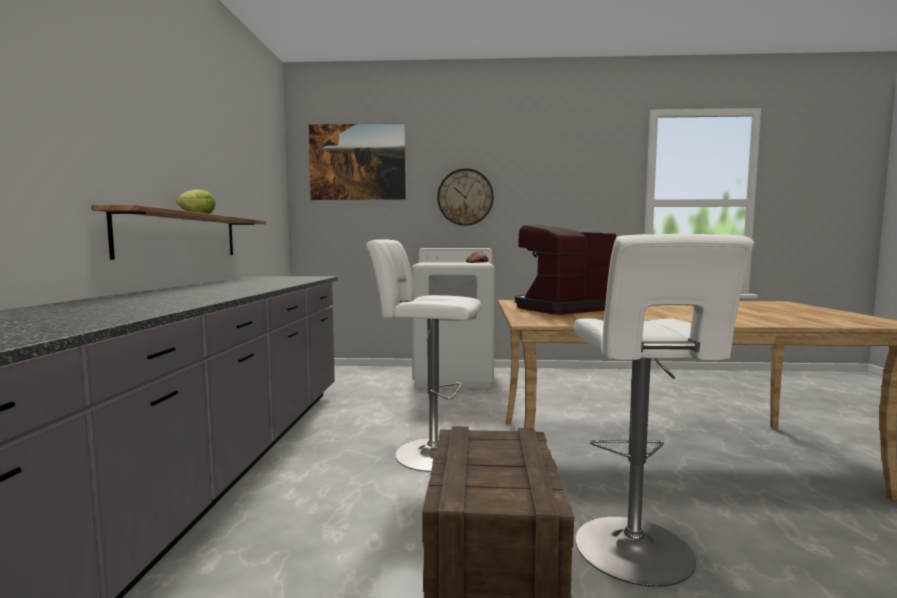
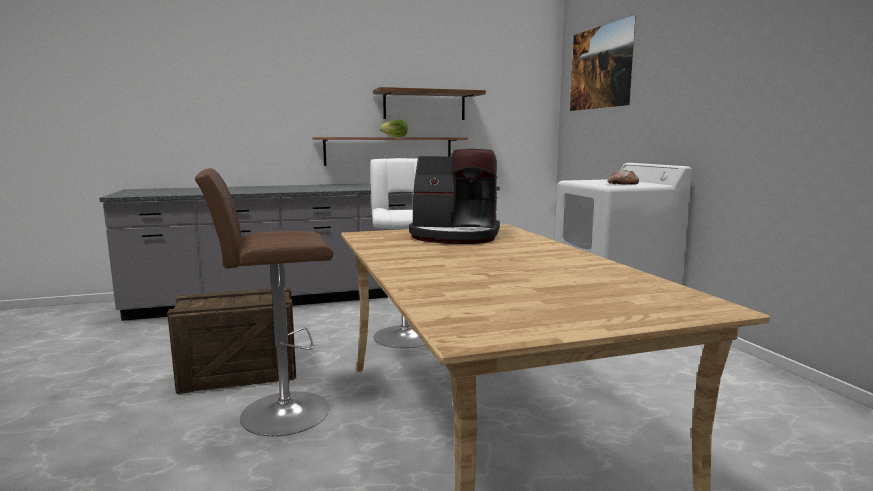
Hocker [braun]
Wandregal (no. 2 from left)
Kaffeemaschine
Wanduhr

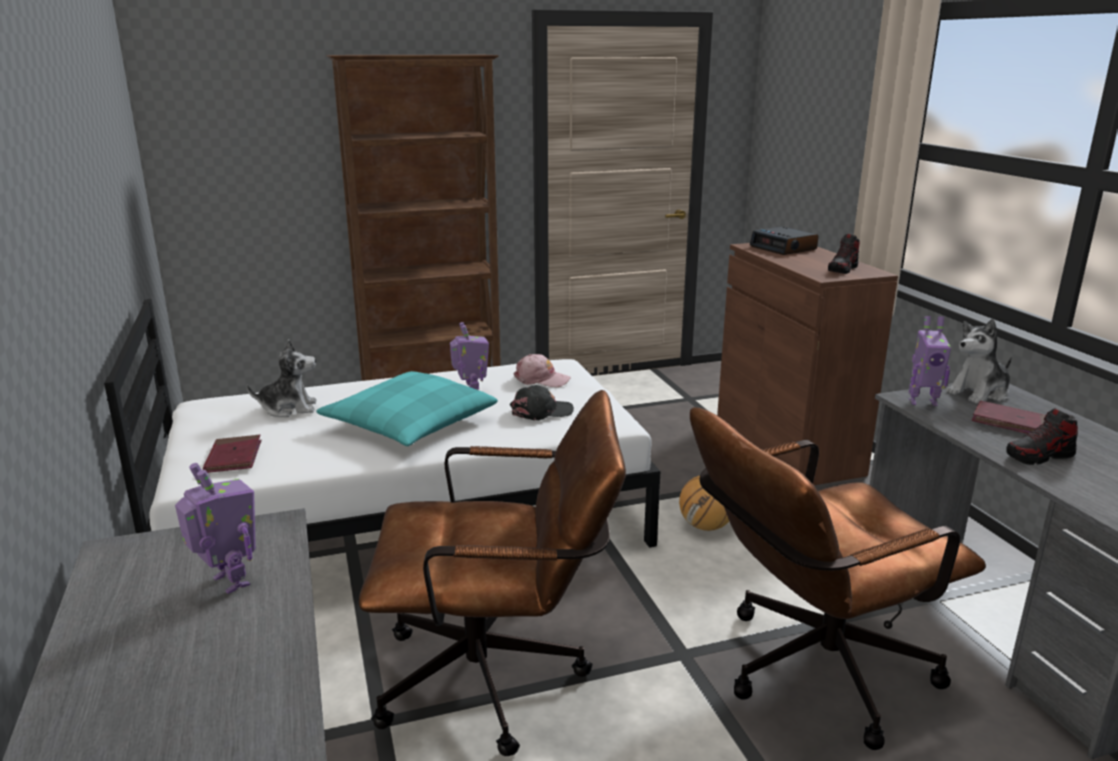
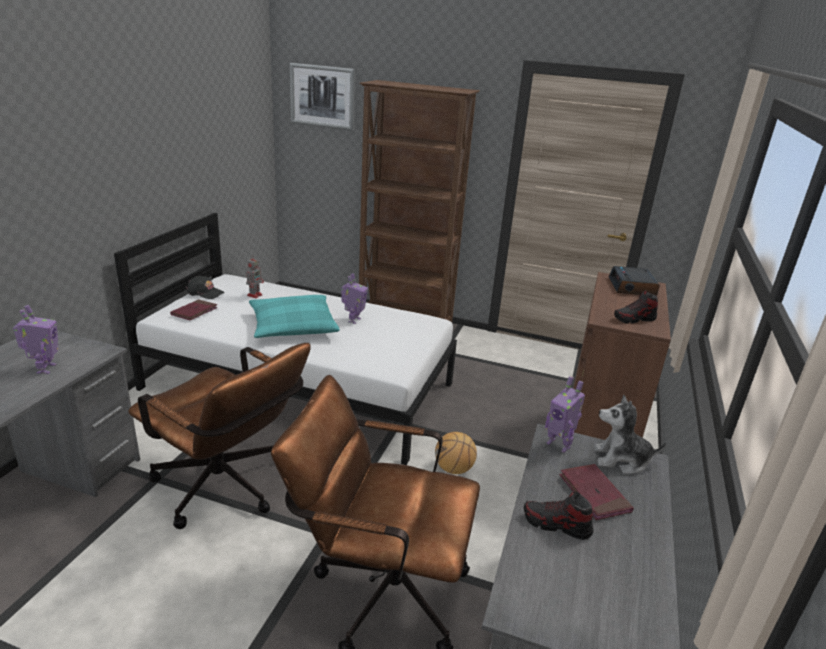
Kappe [schwarz]
Spielzeugroboter (no. 2 from left)
Bild
Kappe [rosa]

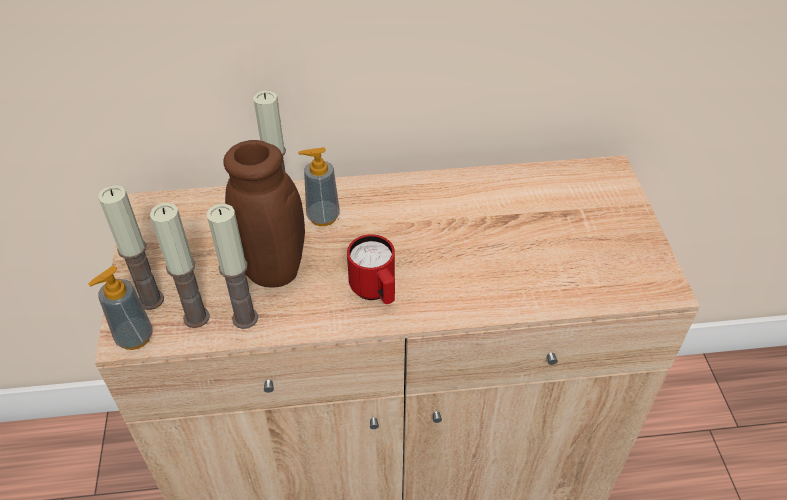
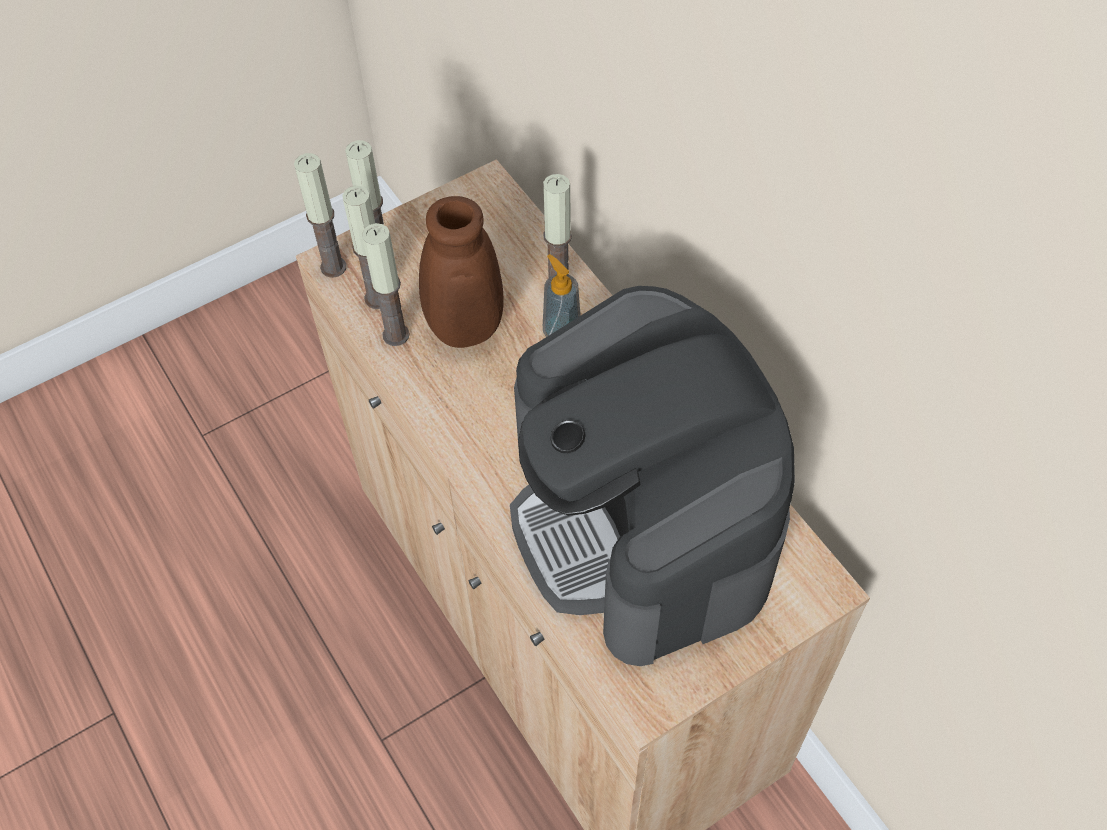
Kerze (no. 1 from left)
Kaffeemaschine
Henkelbecher [rot]

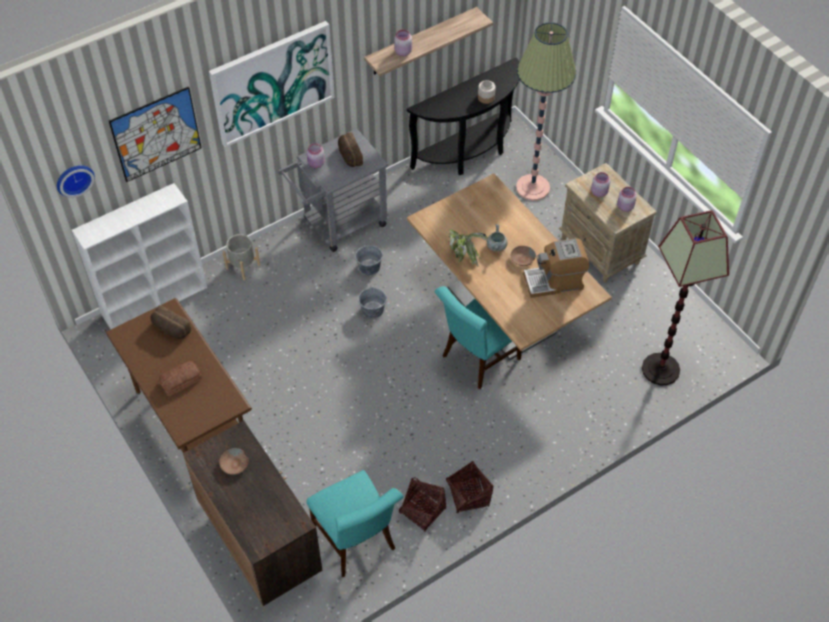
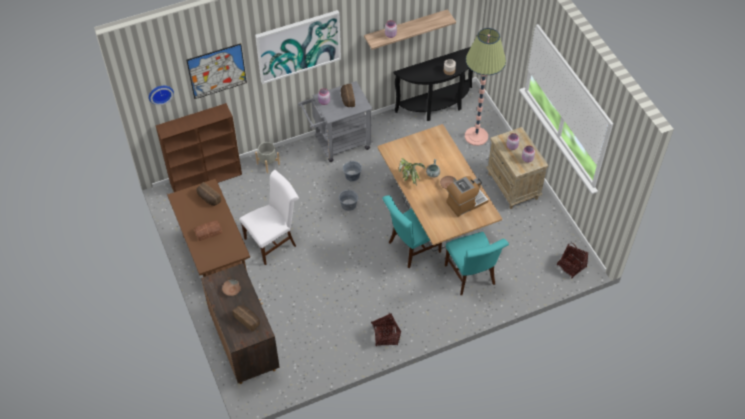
Bücherregal [braun]
Brot (no. 3 from left)
Stuhl [weiß]
Stuhl [türkis] (no. 2 from left)
Kaffeemaschine
Korb (no. 2 from left)
Stehlampe (no. 2 from left in the first image)

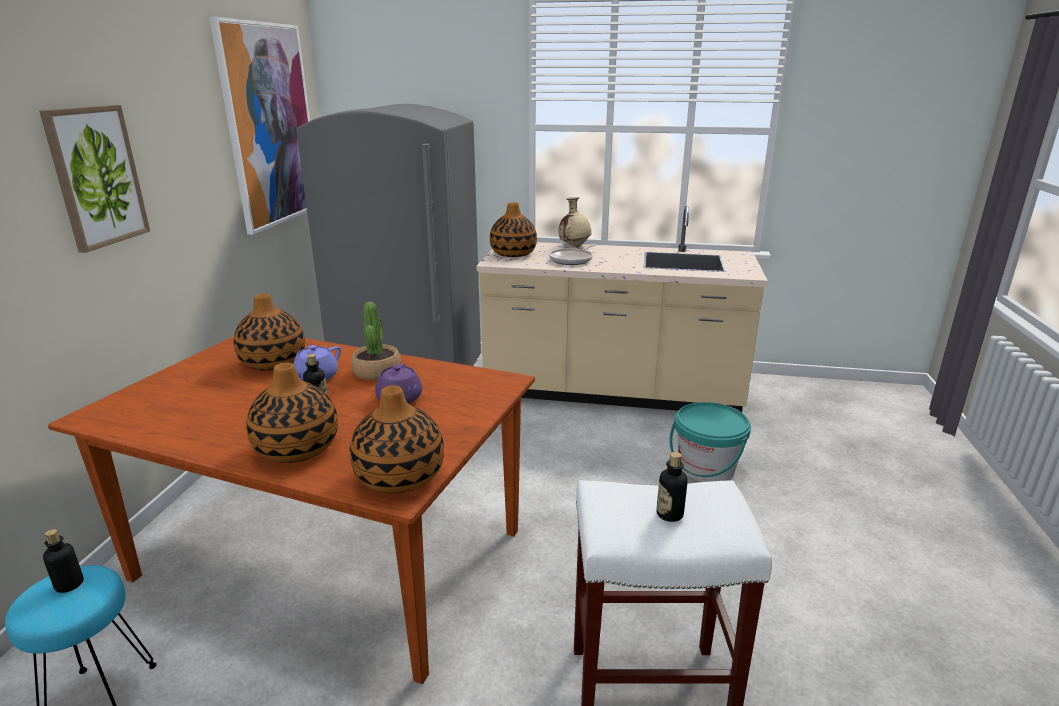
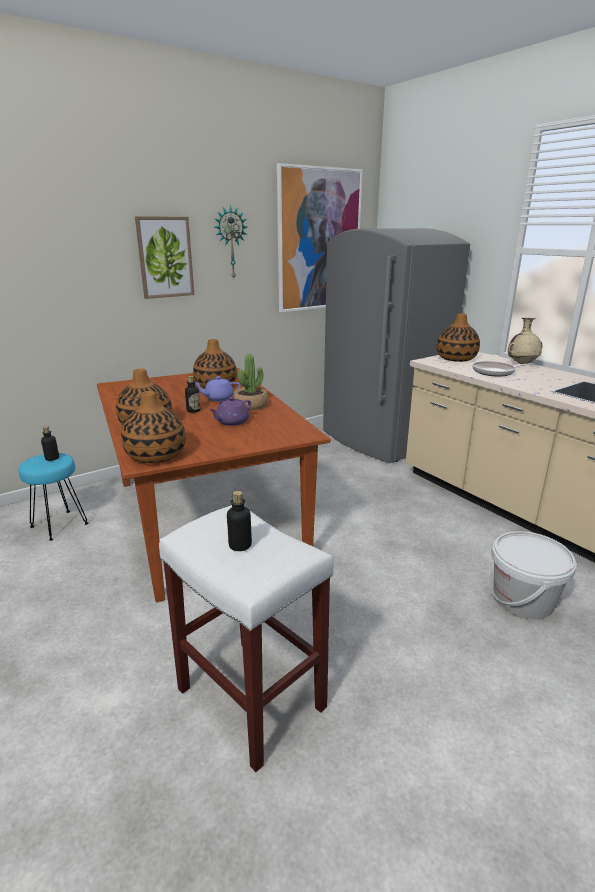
Wanduhr
Eimer [weiß]

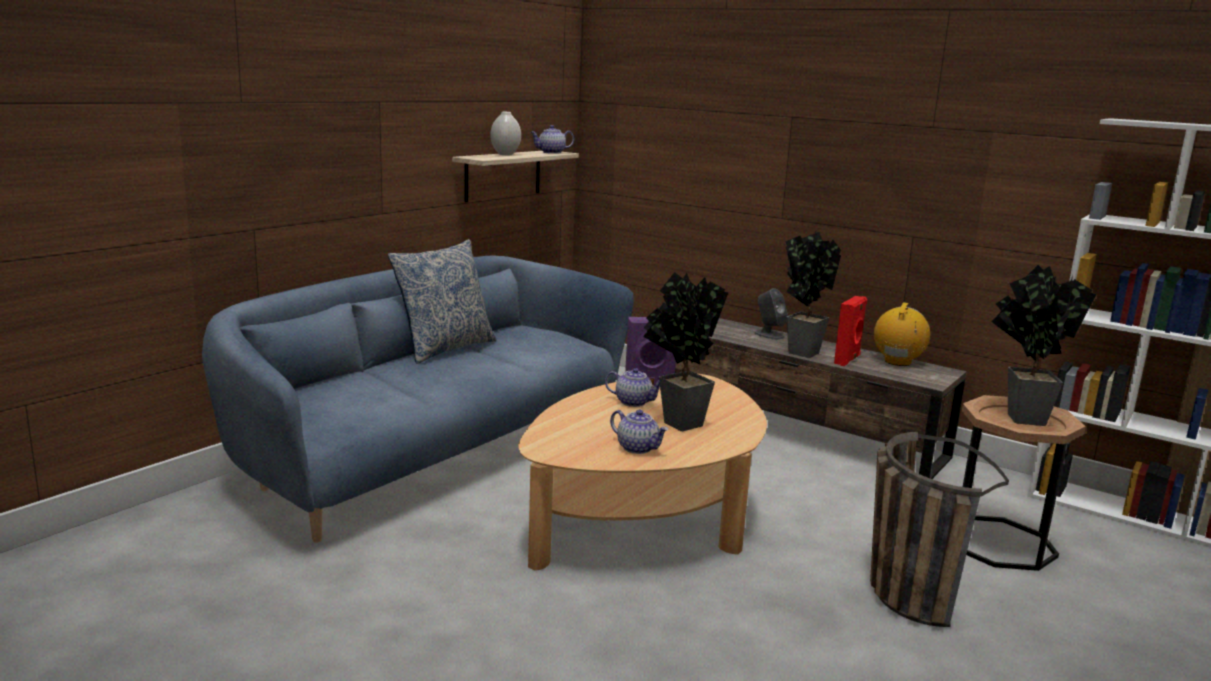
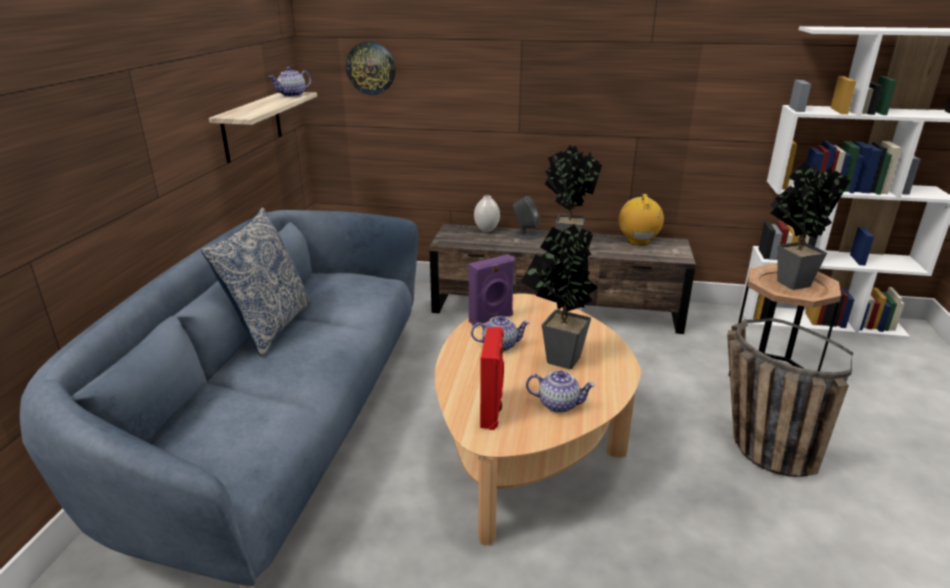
Wanduhr
Vase [weiß]
Lautsprecher [rot]

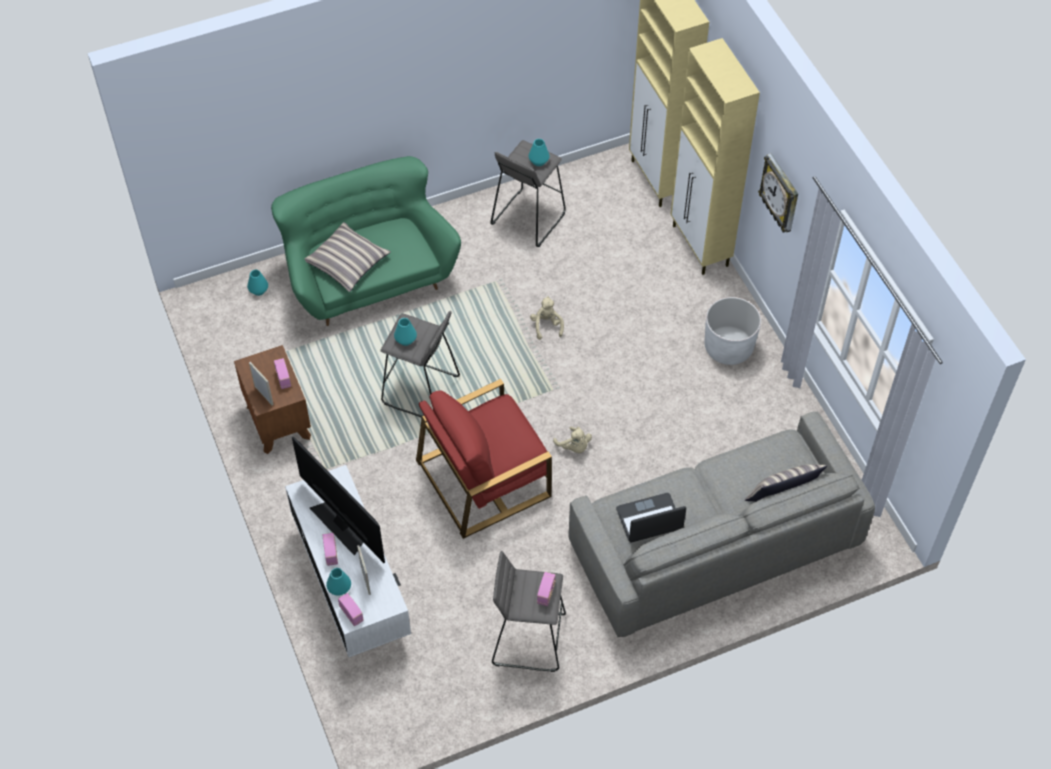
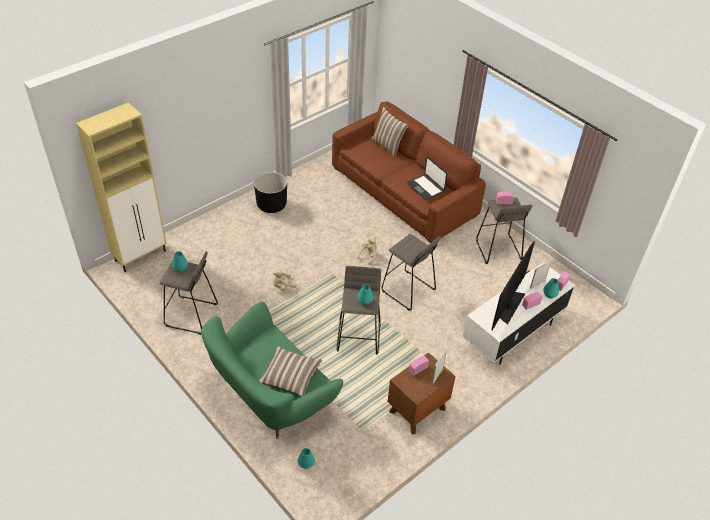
Pflanzkübel [schwarz]
Sofa [braun]
Hocker [grau] (no. 3 from left)
Schrank [beige] (no. 2 from left in the first image)
Wanduhr

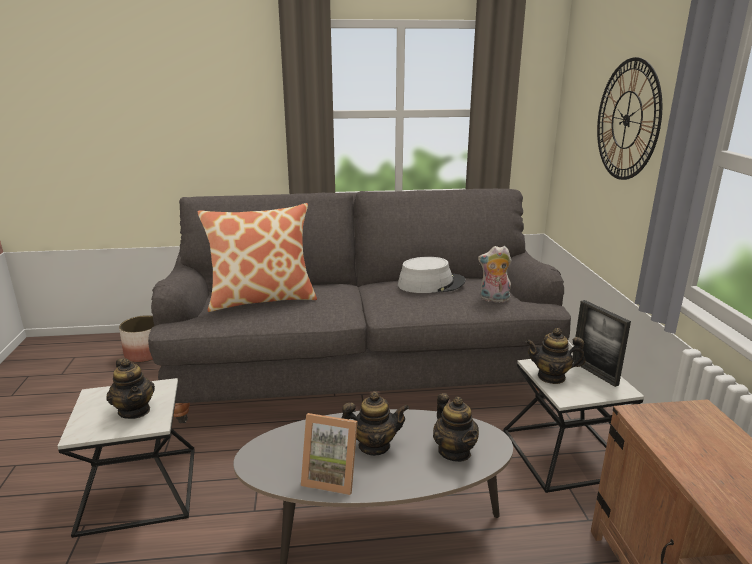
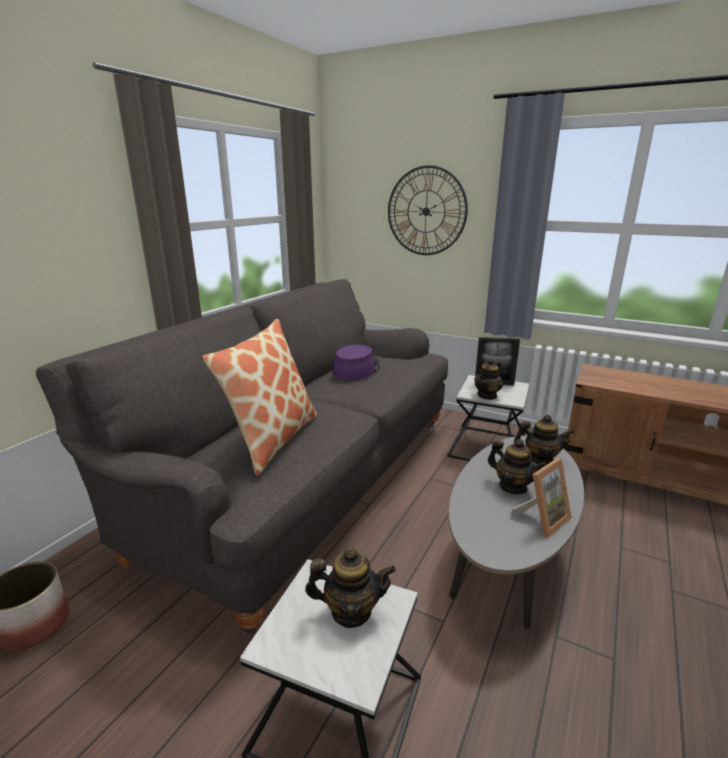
Hut [lila]
Teekanne (no. 3 from left)
Plüschtier

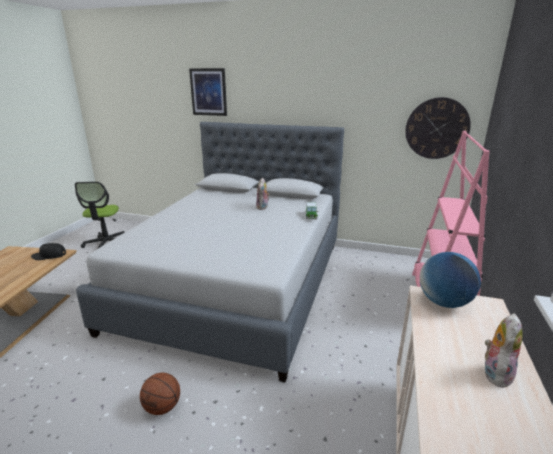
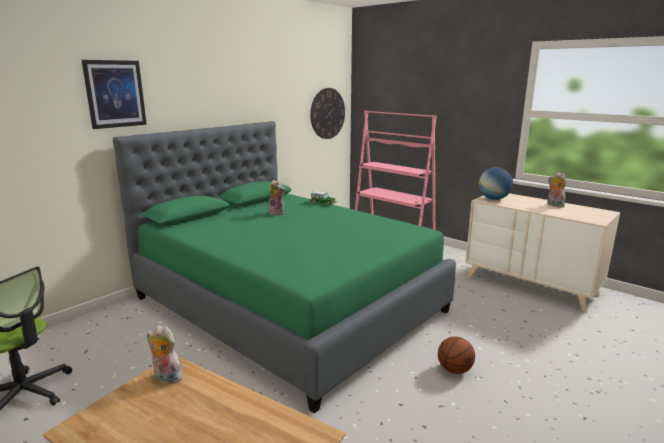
Bett [grün]
Plüschtier (no. 1 from left)

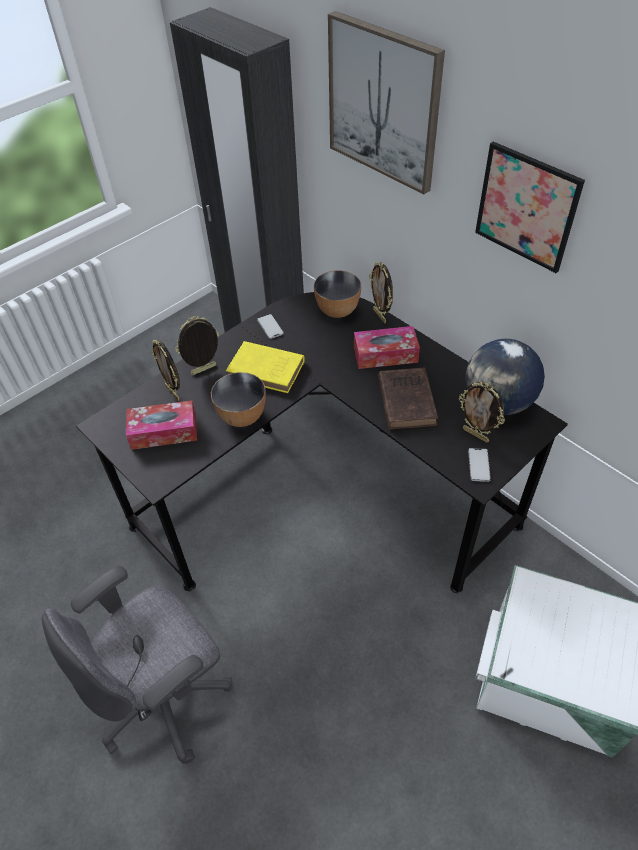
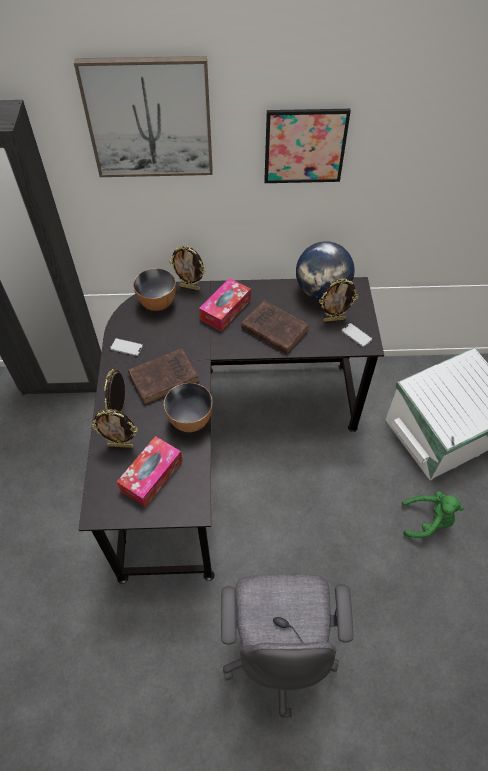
Buch [braun] (no. 1 from left)
Plüschtier [grün]

